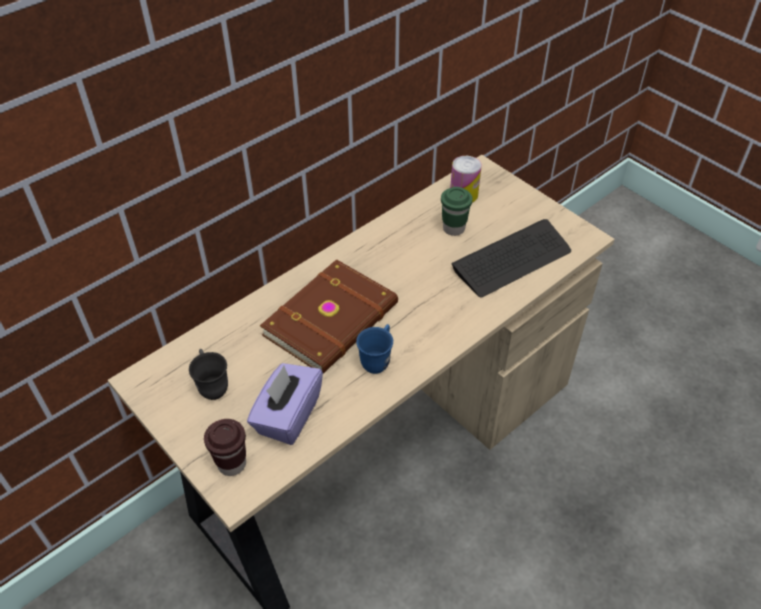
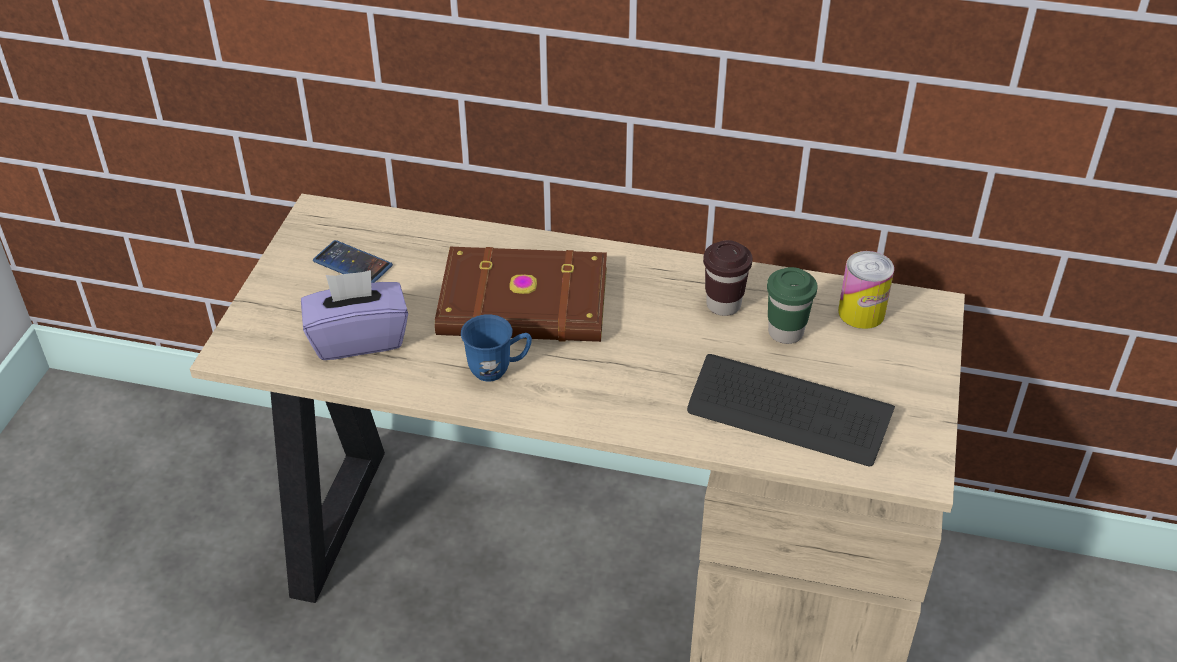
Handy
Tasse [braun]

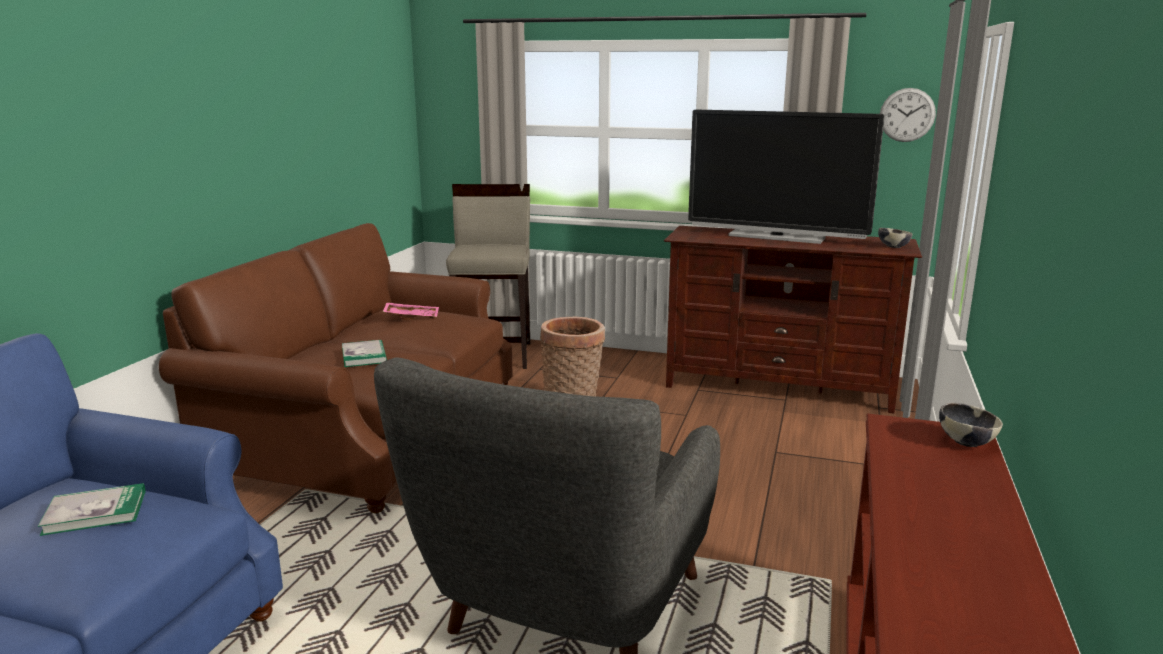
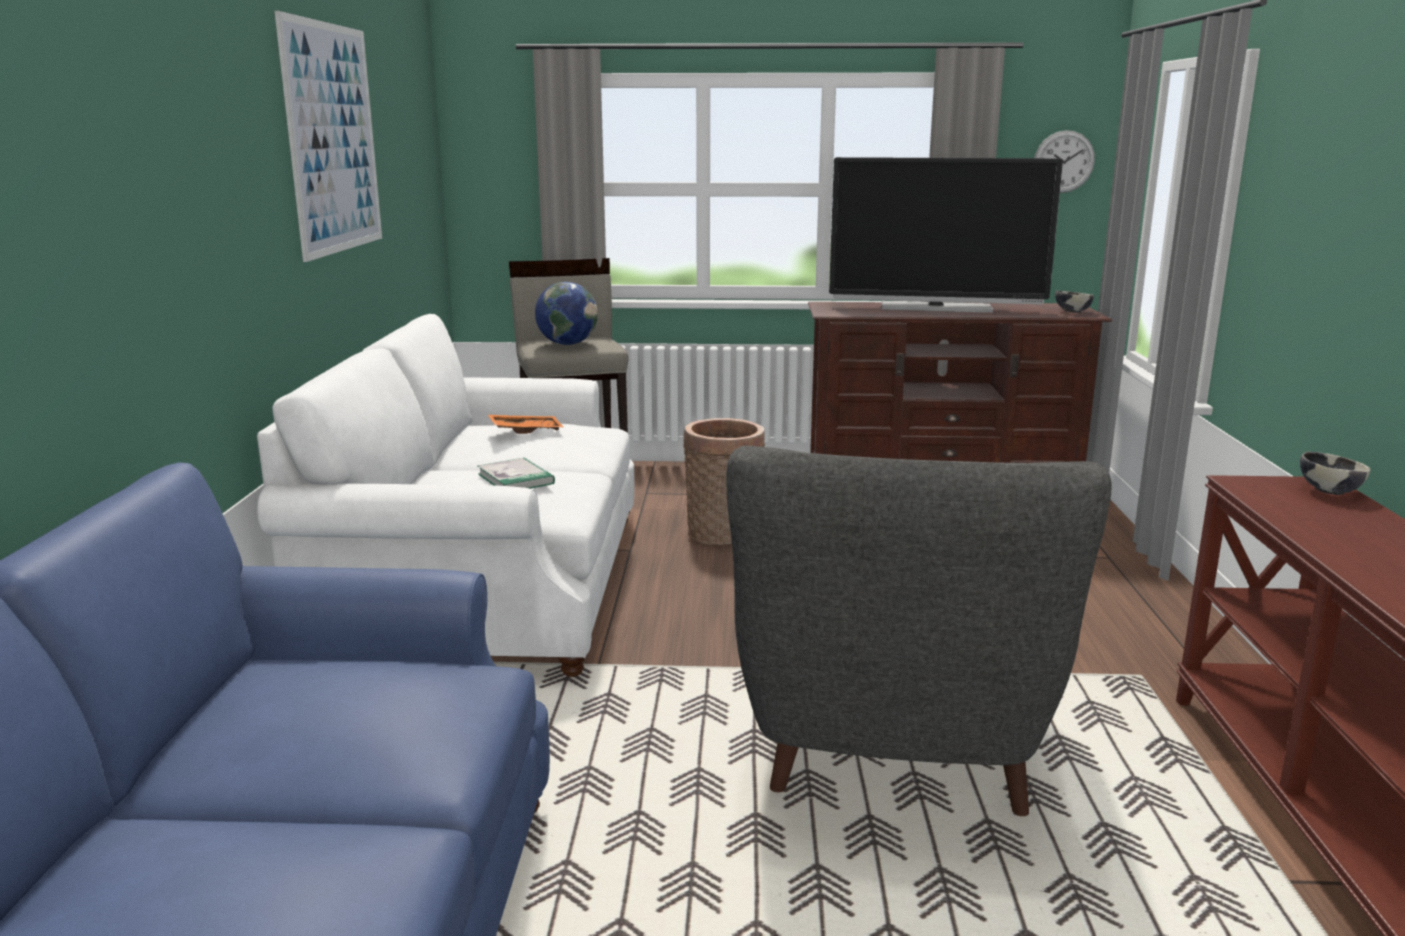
Sofa [weiß]
Bild
Tablett [orange]
Globus
Buch (no. 1 from left in the first image)

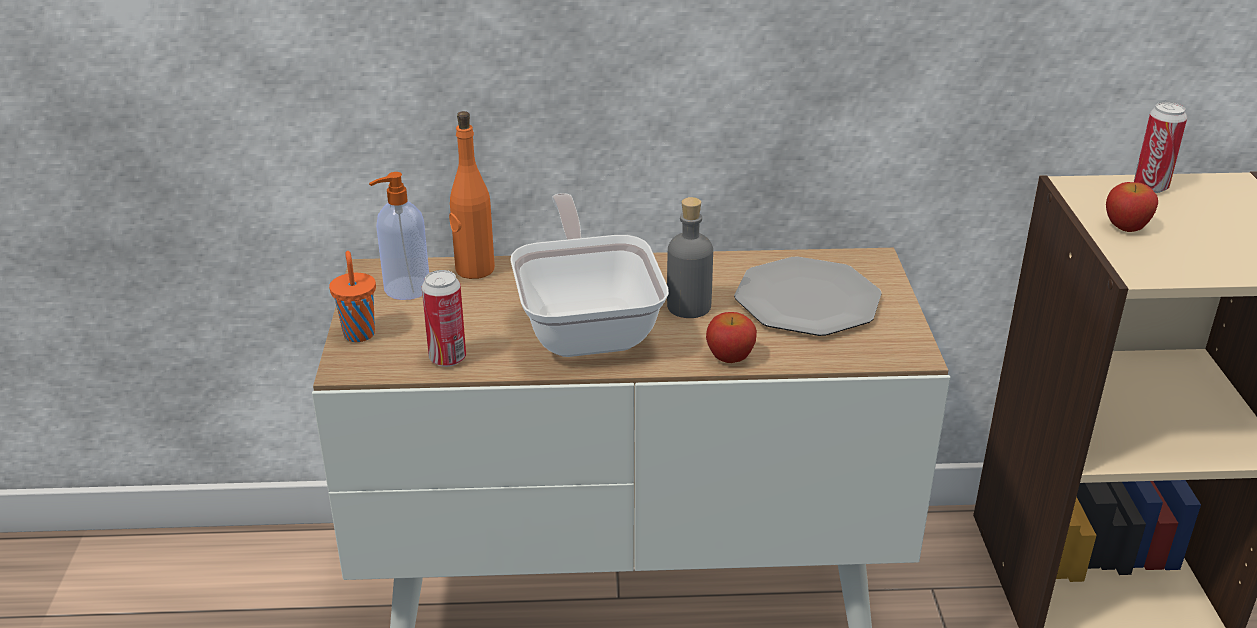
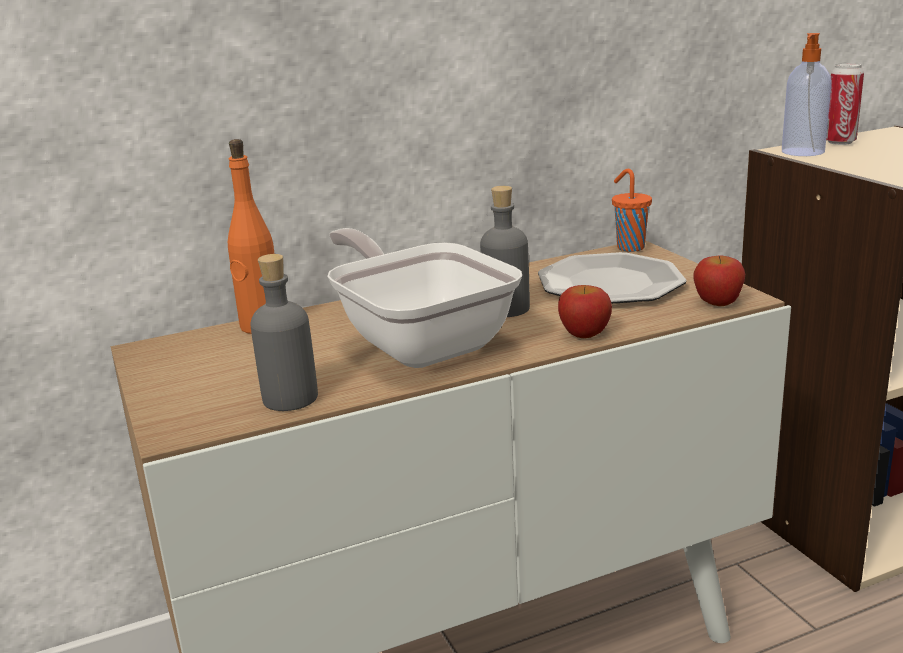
Flasche [grau] (no. 1 from left)
Tasse [orange]
Apfel (no. 2 from left)
Seifenspender

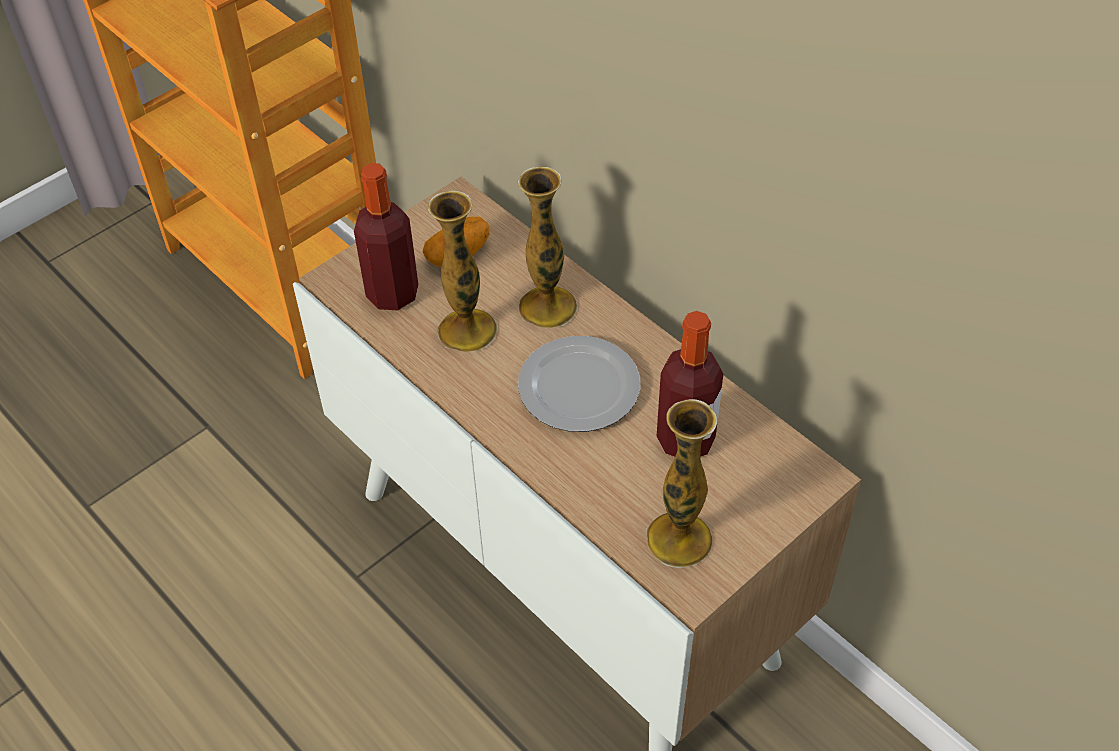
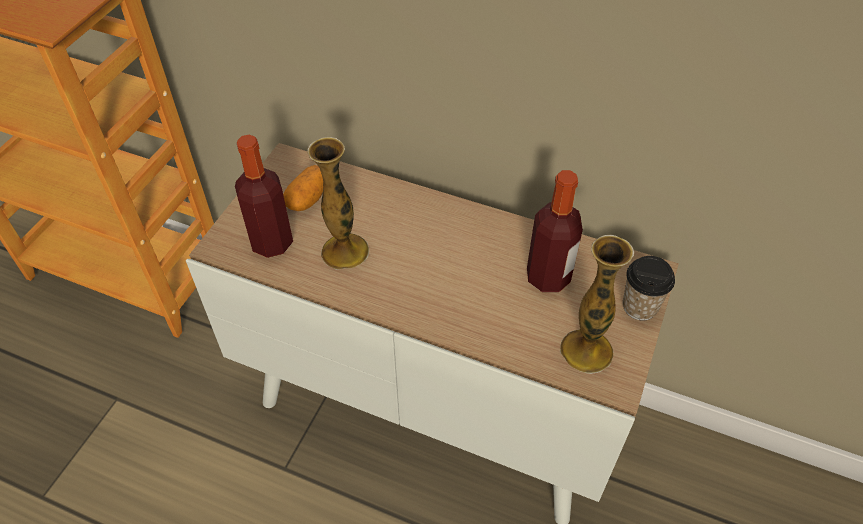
Tasse
Vase (no. 2 from left in the first image)
Teller

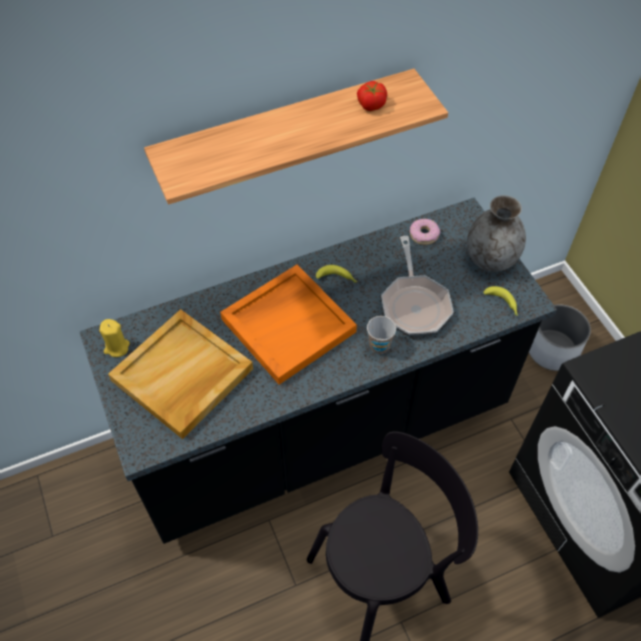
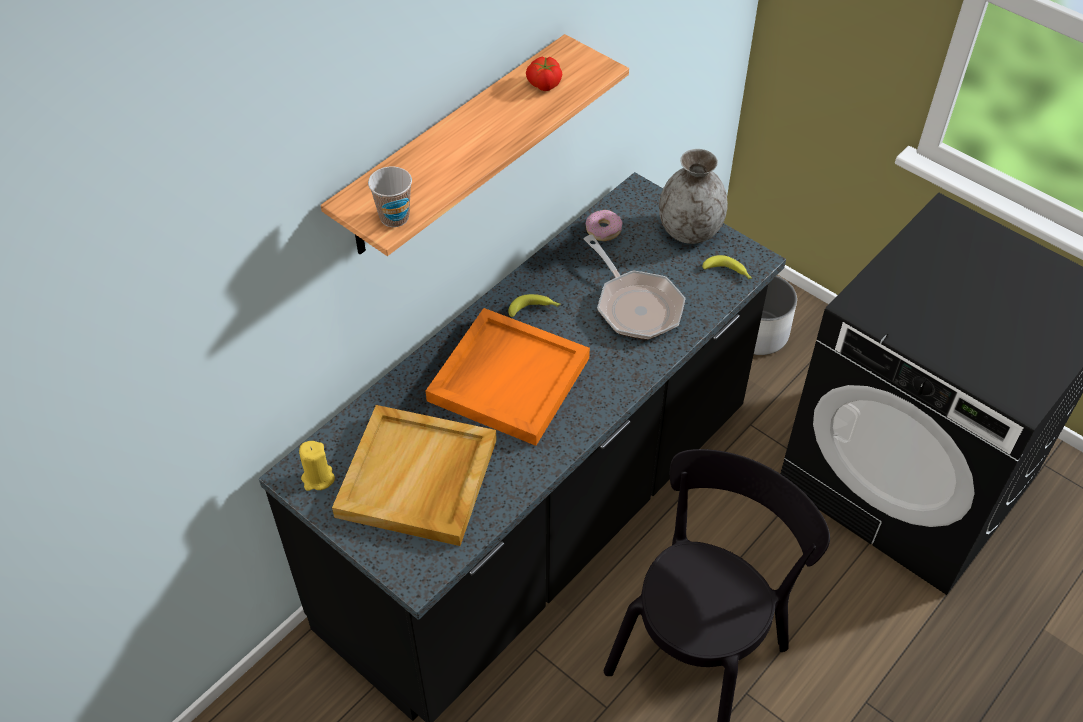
Tasse

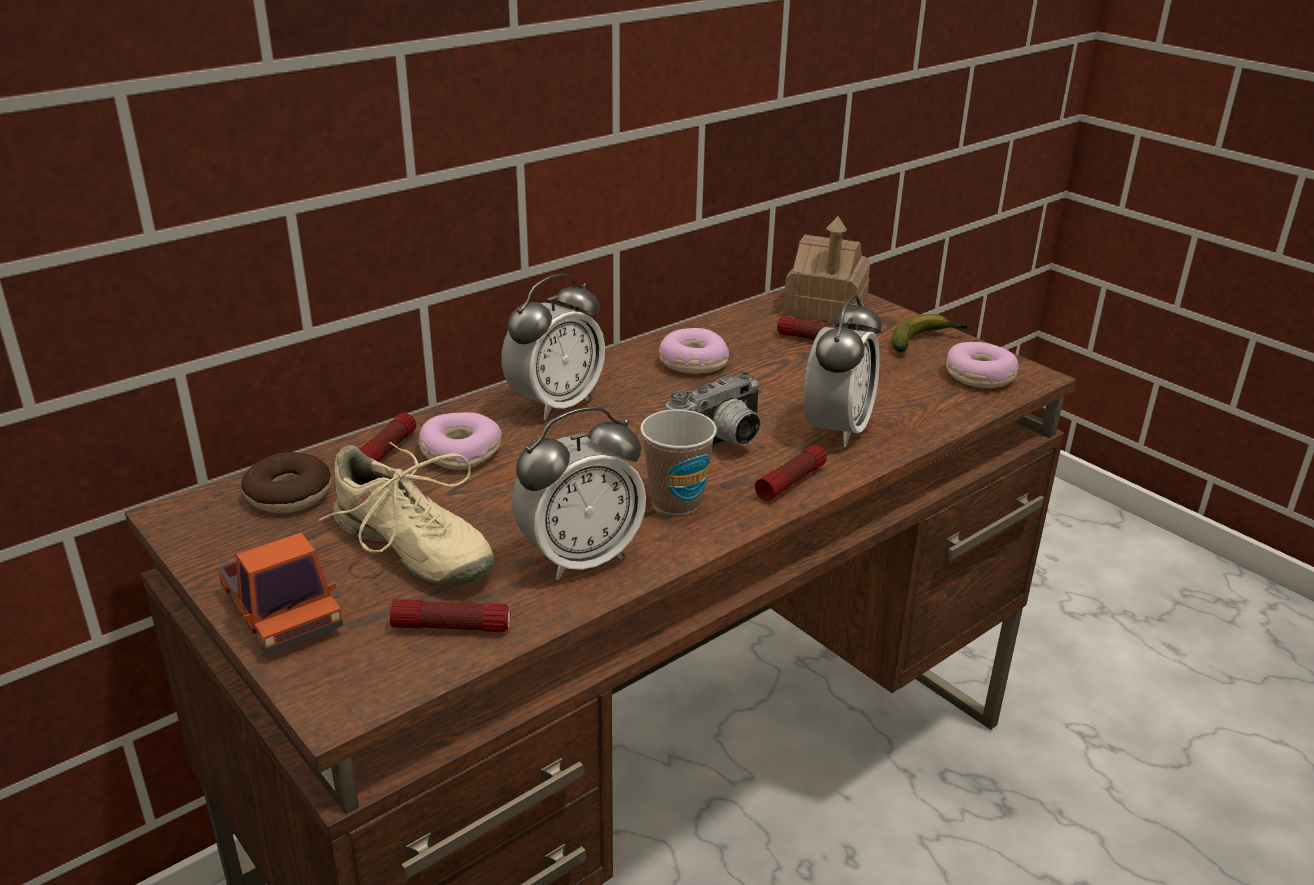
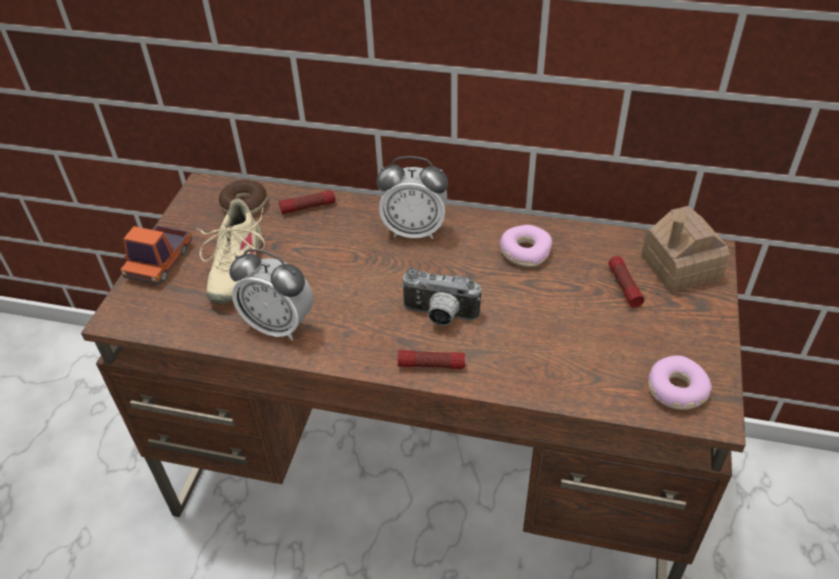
Taschenlampe (no. 2 from left in the first image)
Donut (no. 2 from left in the first image)
Tasse
Wecker (no. 3 from left in the first image)
Banane

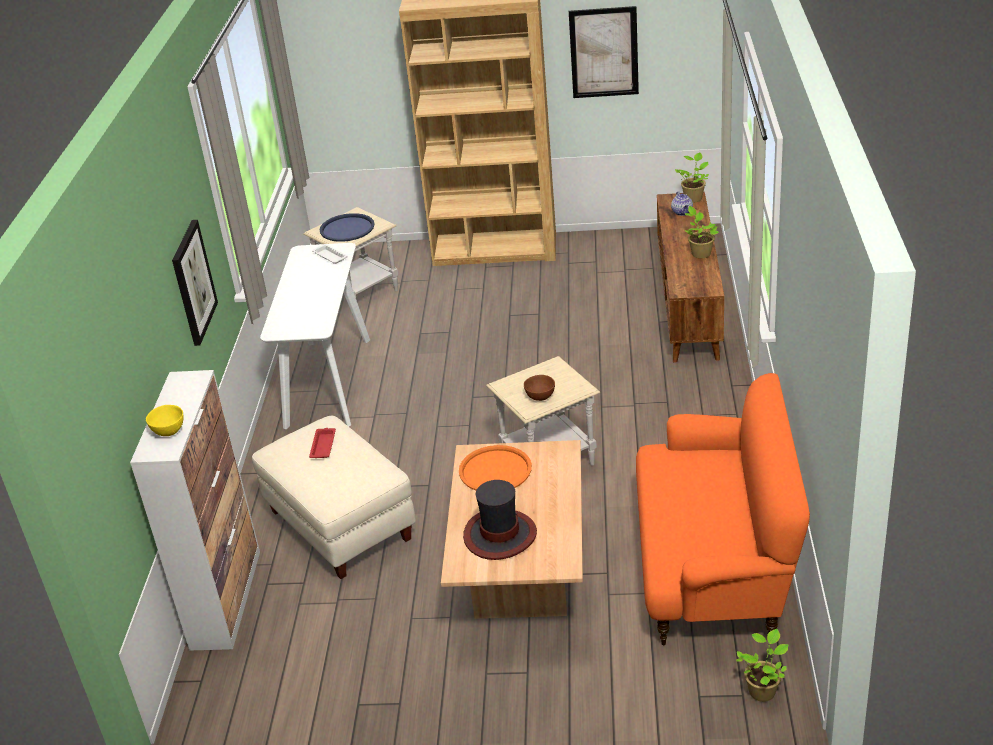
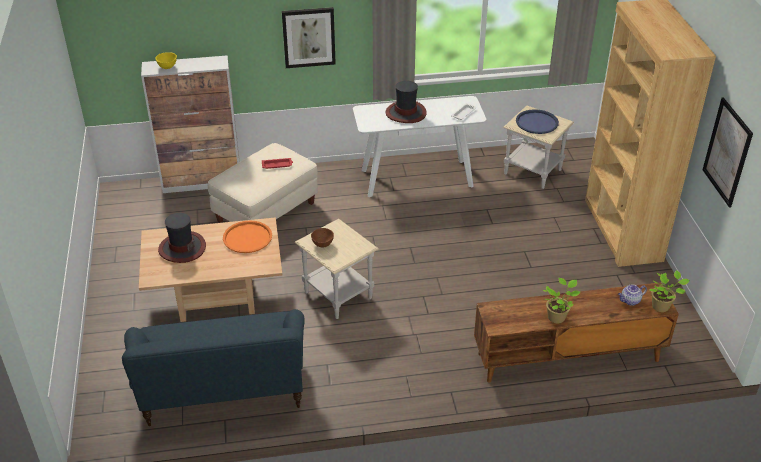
Sofa [blau]
Hut (no. 2 from left)
Topfpflanze (no. 3 from left in the first image)

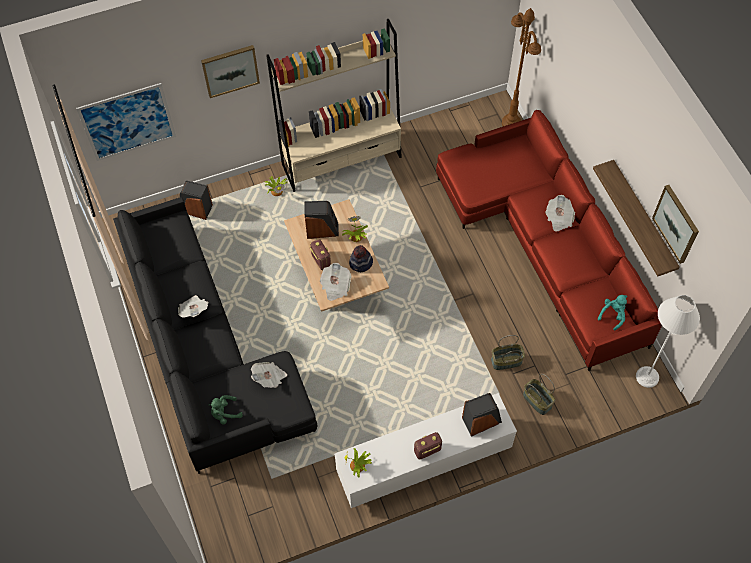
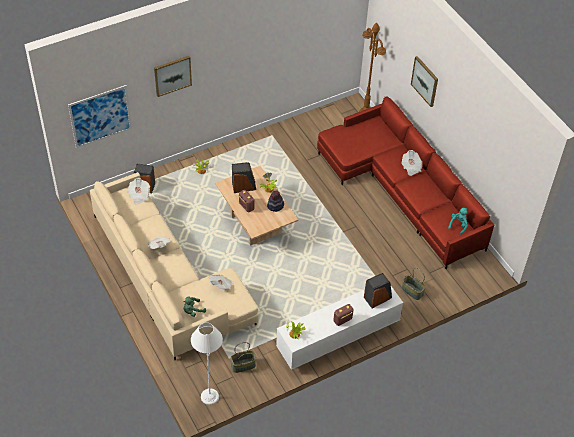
Sofa [beige]
Zeitung (no. 1 from left)
Stehlampe [weiß]
Korb (no. 1 from left)
Bild (no. 3 from left)
Bücherregal [beige]
Wandregal

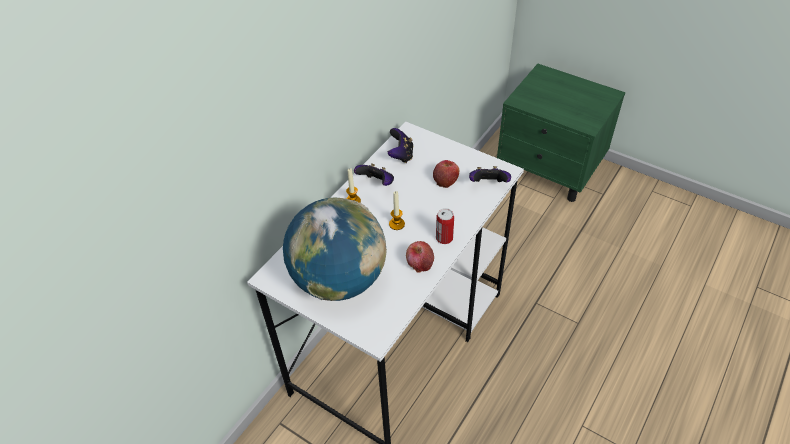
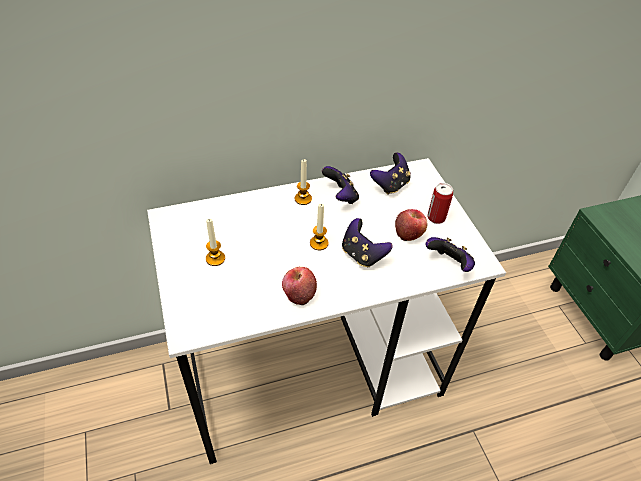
Kerze (no. 1 from left)
Gamepad (no. 2 from left)
Dose

